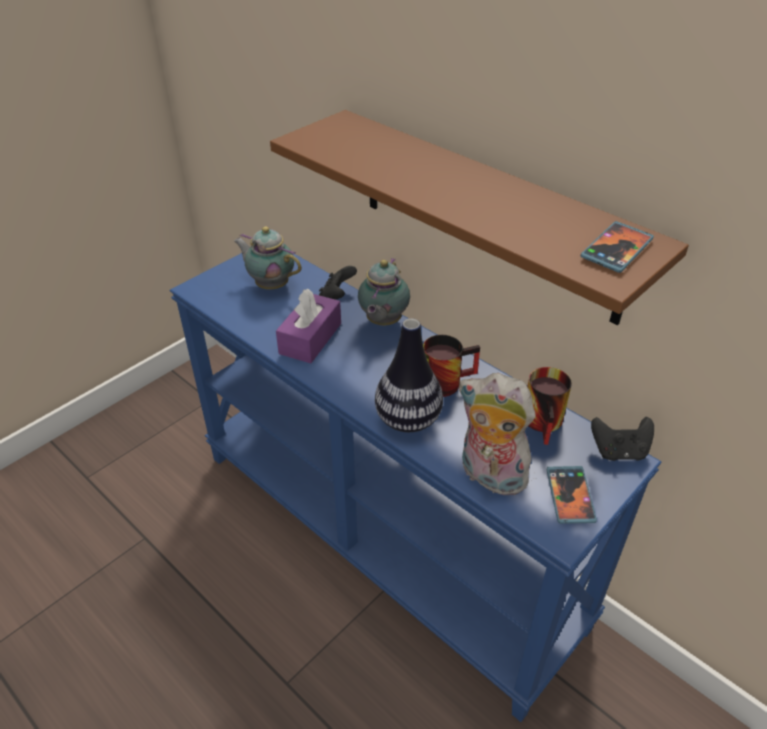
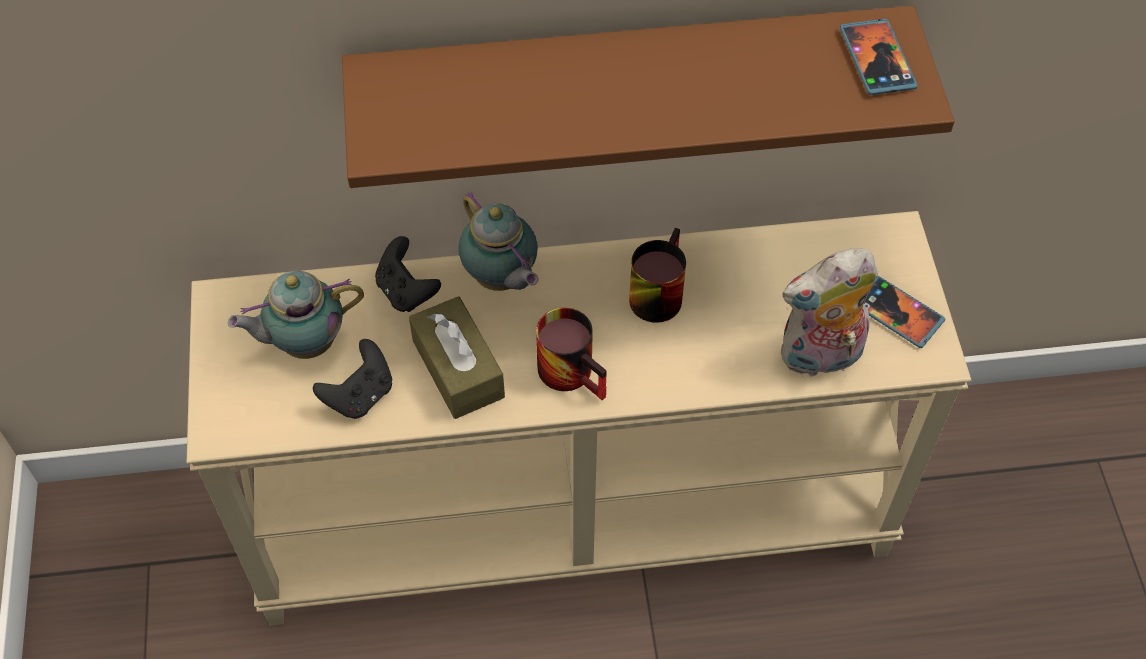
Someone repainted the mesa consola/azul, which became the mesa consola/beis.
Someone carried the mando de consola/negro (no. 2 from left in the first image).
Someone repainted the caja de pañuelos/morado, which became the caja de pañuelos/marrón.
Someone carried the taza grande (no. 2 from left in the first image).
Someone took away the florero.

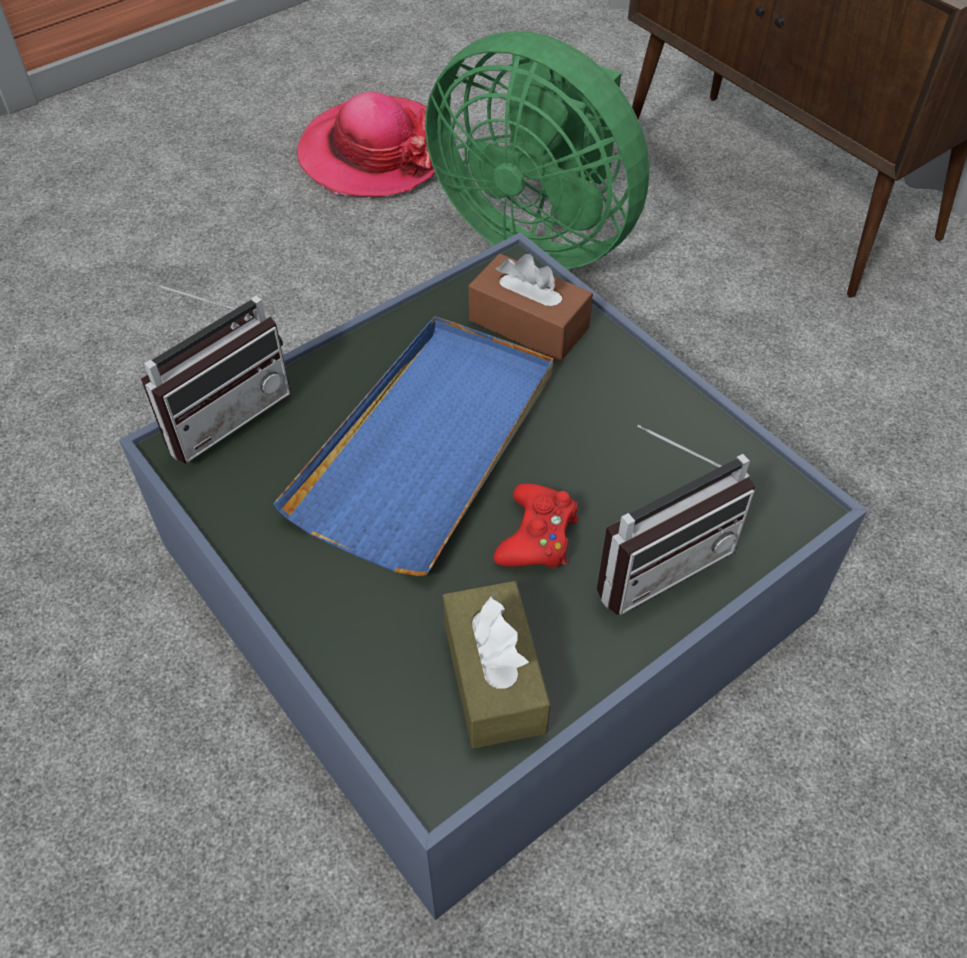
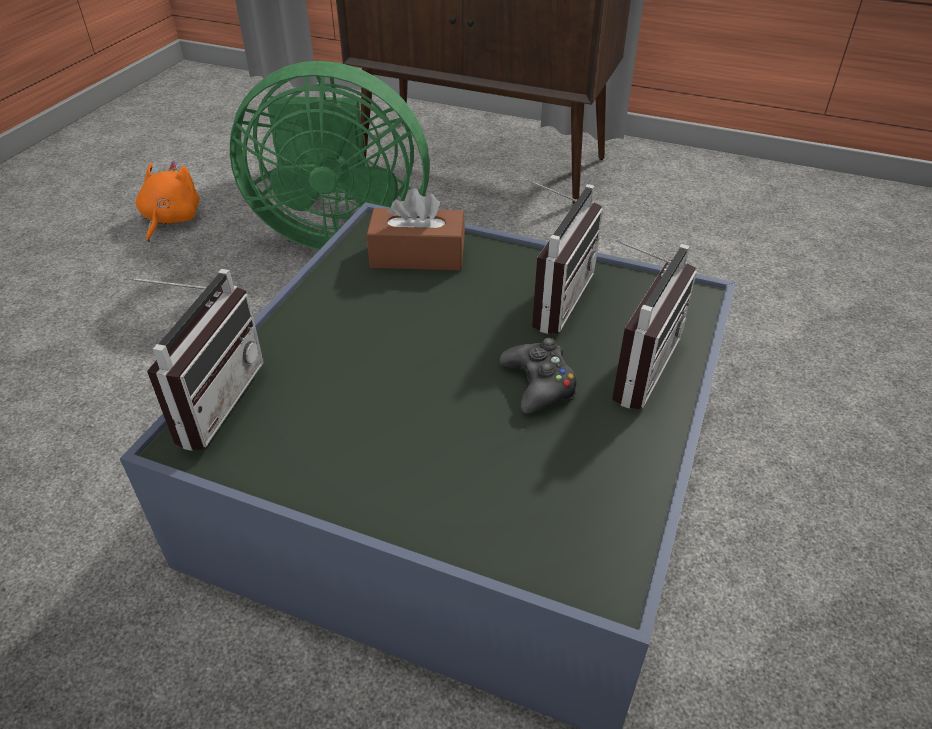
Someone swapped the sombrero for the peluche/naranja.
Someone repainted the mando de consola/rojo, which became the mando de consola/negro.
Someone put down the radio (no. 2 from left).
Someone took away the bandeja/azul.
Someone took away the caja de pañuelos/marrón (no. 1 from left).

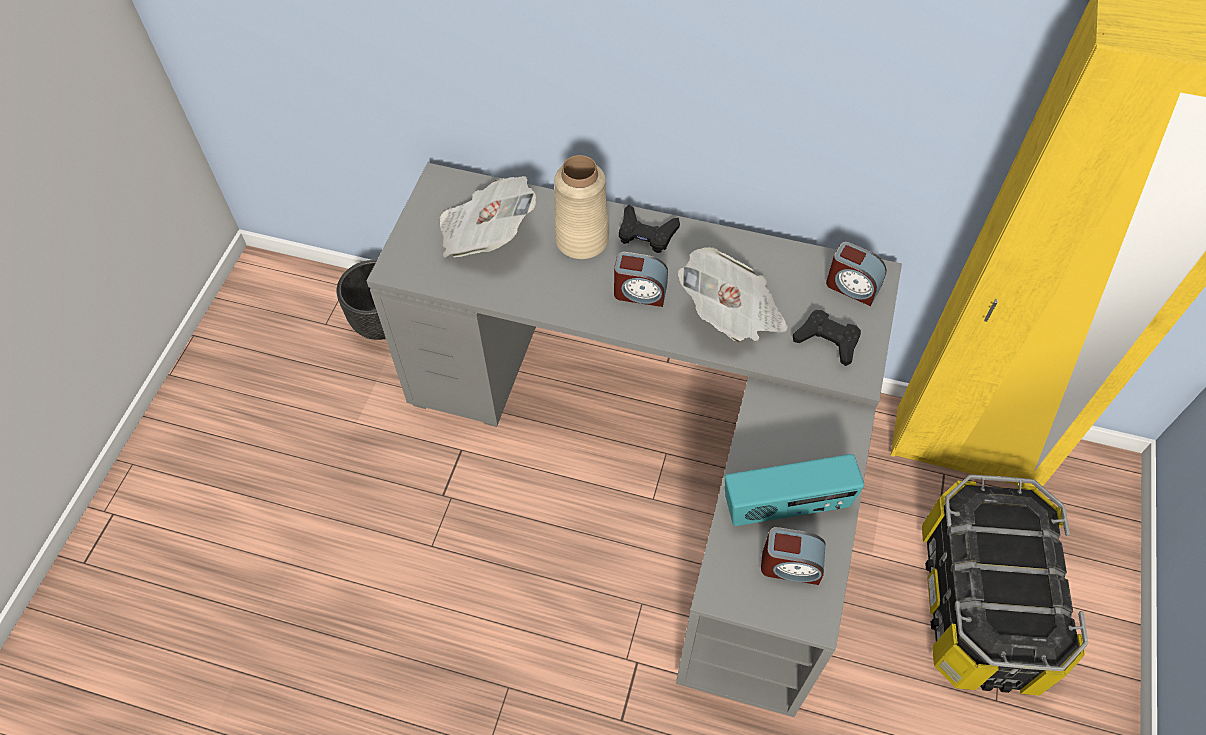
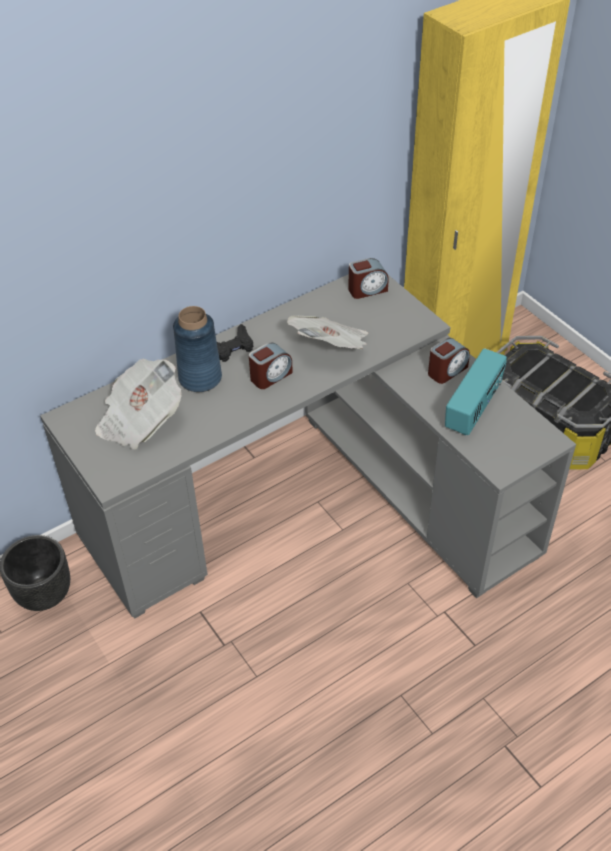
Someone repainted the florero/beis, which became the florero/azul.
Someone carried the despertador (no. 2 from left in the first image).
Someone took away the mando de consola/negro (no. 2 from left).

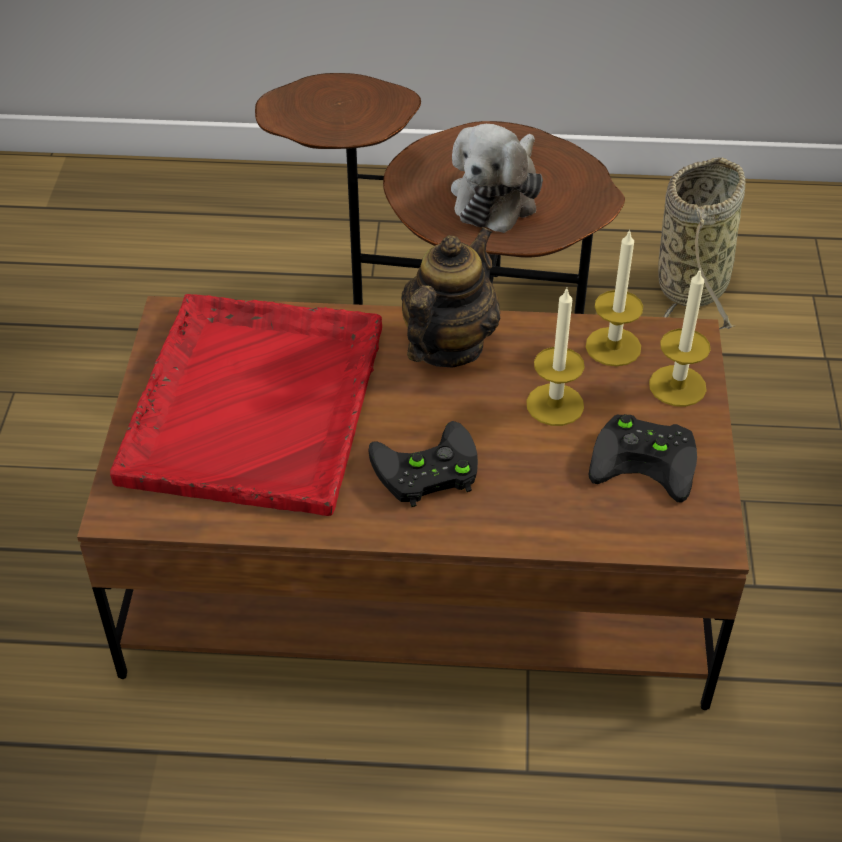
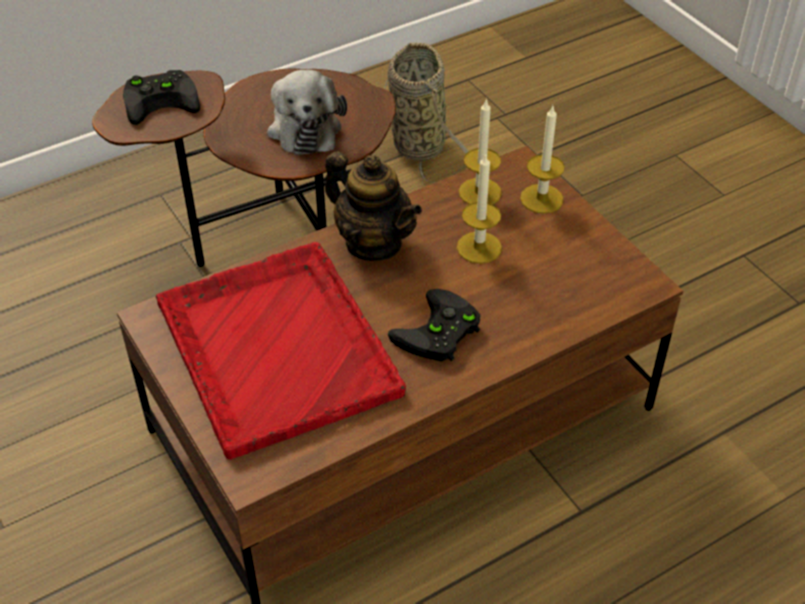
Someone carried the mando de consola/negro (no. 2 from left in the first image).
Someone rotated the tetera by 135 degrees clockwise.

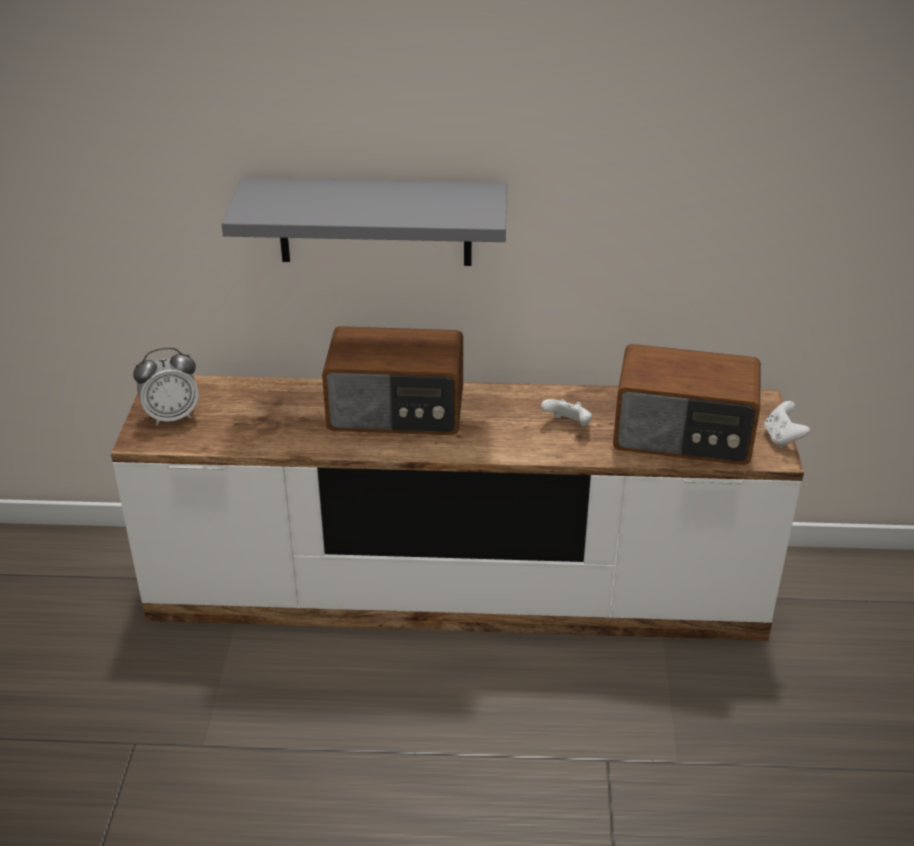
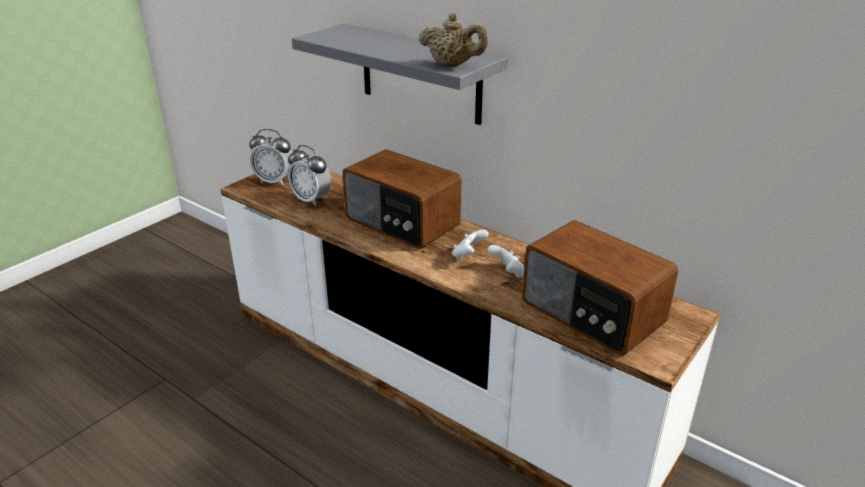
Someone put down the despertador (no. 2 from left).
Someone put down the tetera/beis.
Someone carried the mando de consola/blanco (no. 2 from left in the first image).

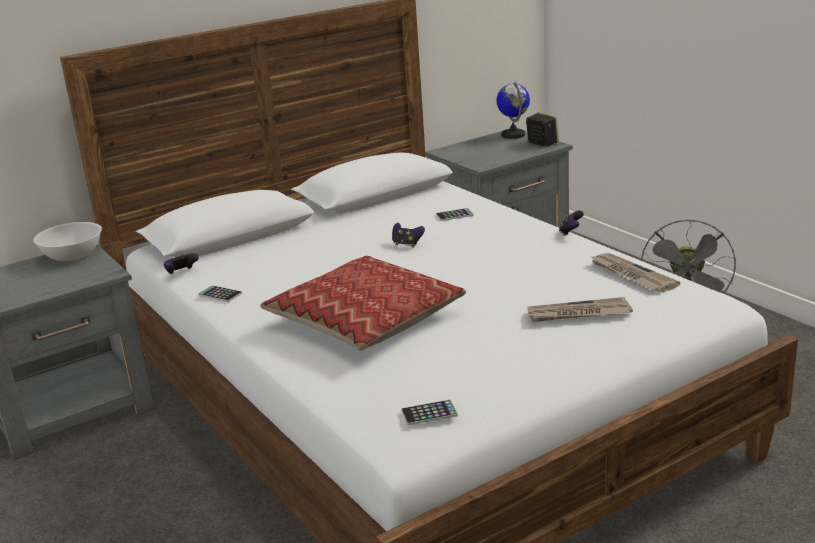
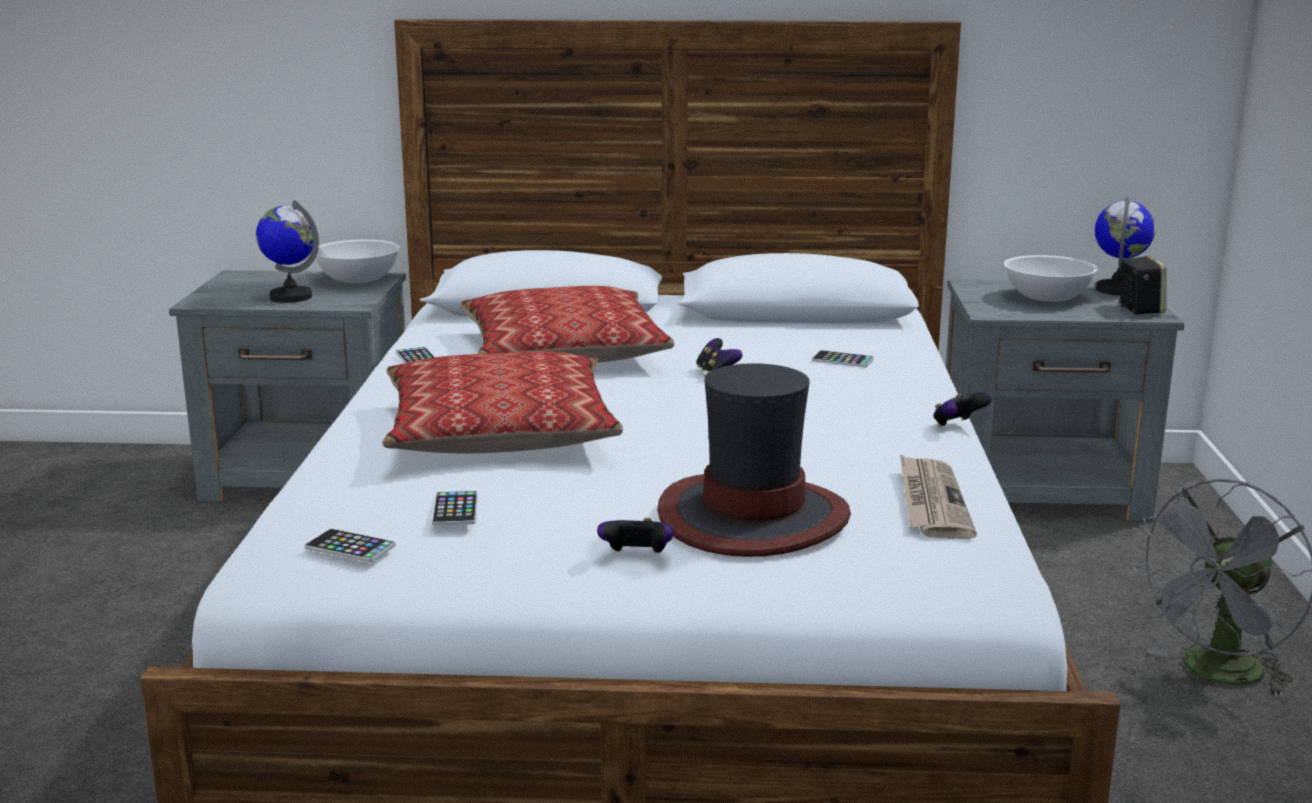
Someone put down the globo terráqueo (no. 1 from left).
Someone put down the móvil (no. 3 from left).
Someone put down the cojín (no. 2 from left).
Someone carried the mando de consola (no. 1 from left).
Someone swapped the periódico (no. 1 from left) for the sombrero.
Someone put down the cuenco/blanco (no. 2 from left).

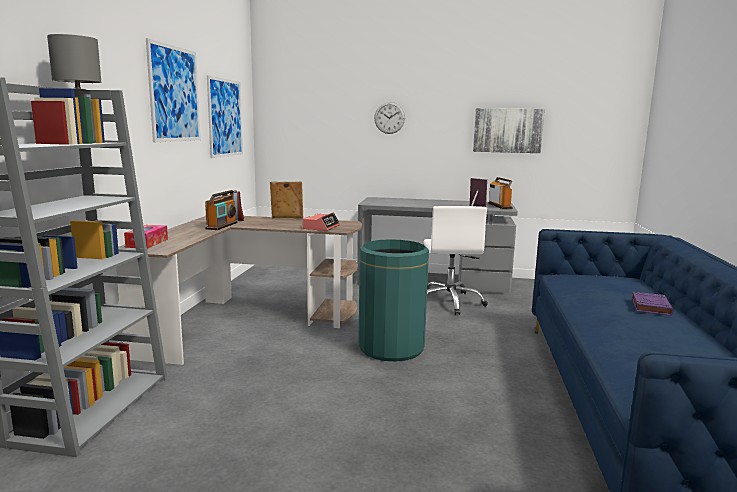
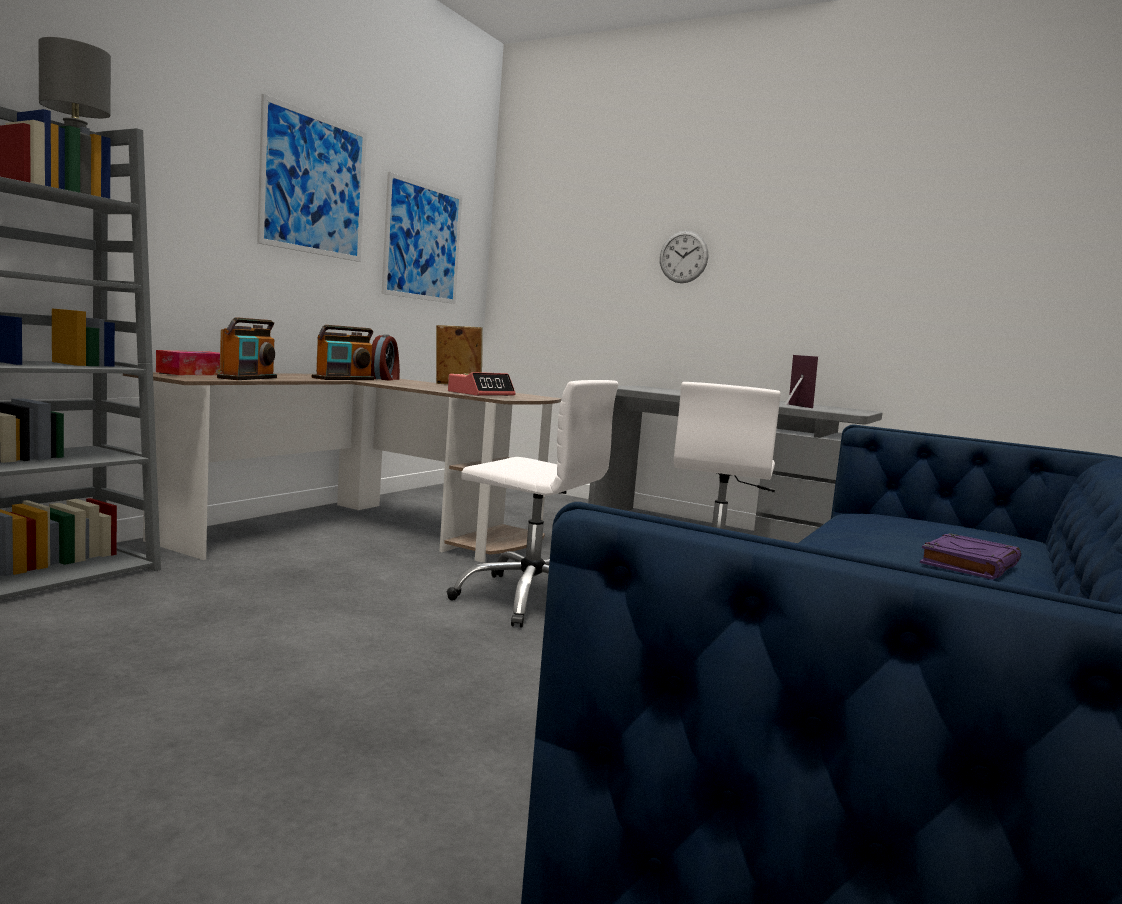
Someone carried the radio (no. 2 from left in the first image).
Someone swapped the papelera/verde for the silla de oficina/blanco (no. 1 from left).
Someone took away the cuadro (no. 3 from left).

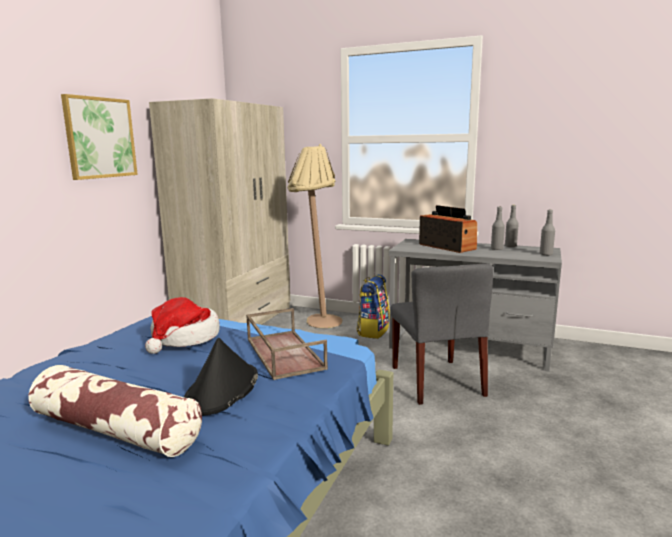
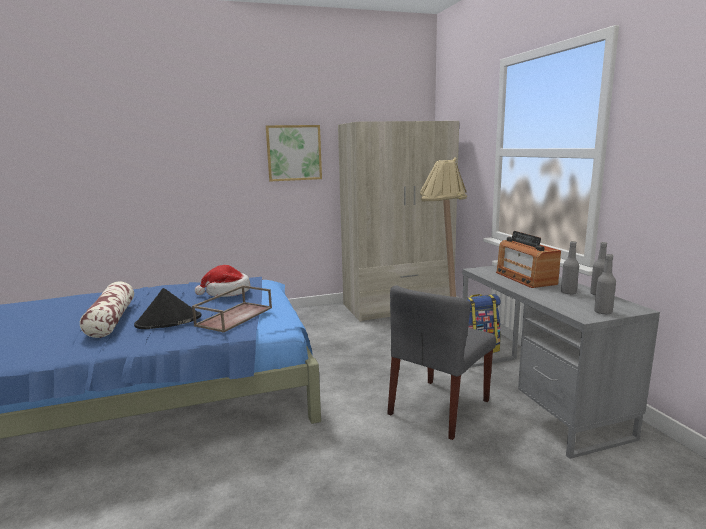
Someone rotated the radio by 150 degrees clockwise.

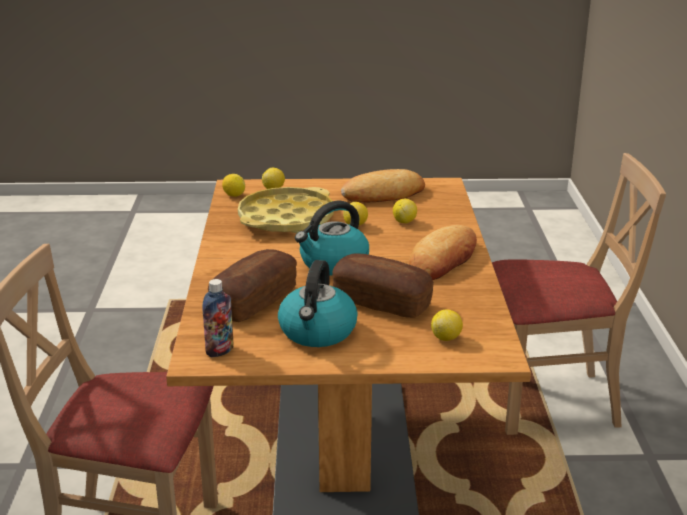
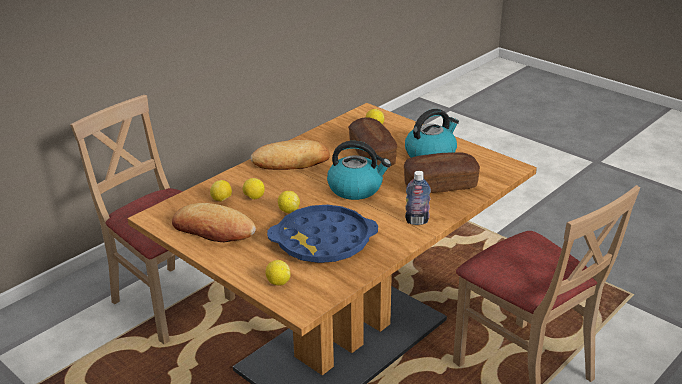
Someone carried the limón (no. 1 from left).
Someone repainted the bandeja/amarillo, which became the bandeja/azul.
Someone carried the botella.

